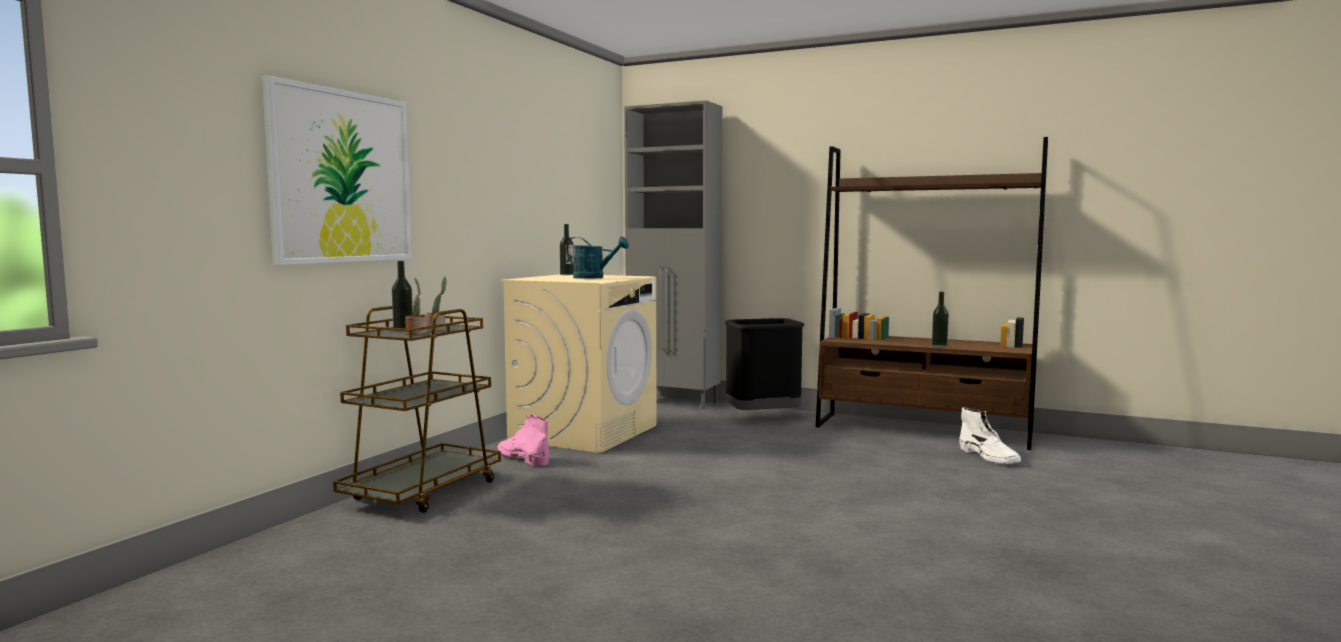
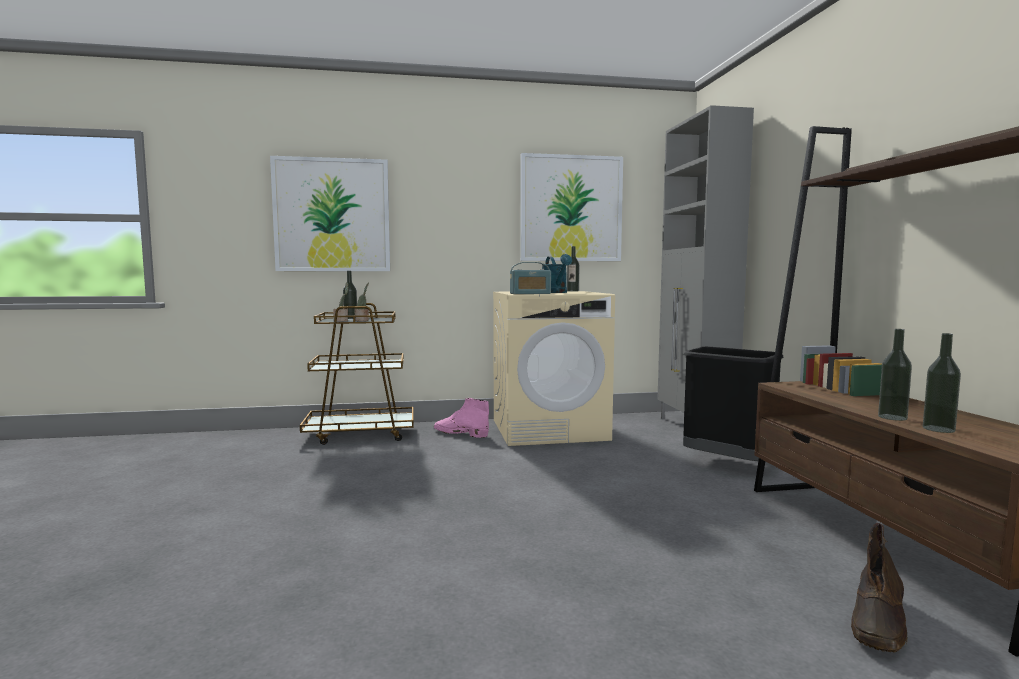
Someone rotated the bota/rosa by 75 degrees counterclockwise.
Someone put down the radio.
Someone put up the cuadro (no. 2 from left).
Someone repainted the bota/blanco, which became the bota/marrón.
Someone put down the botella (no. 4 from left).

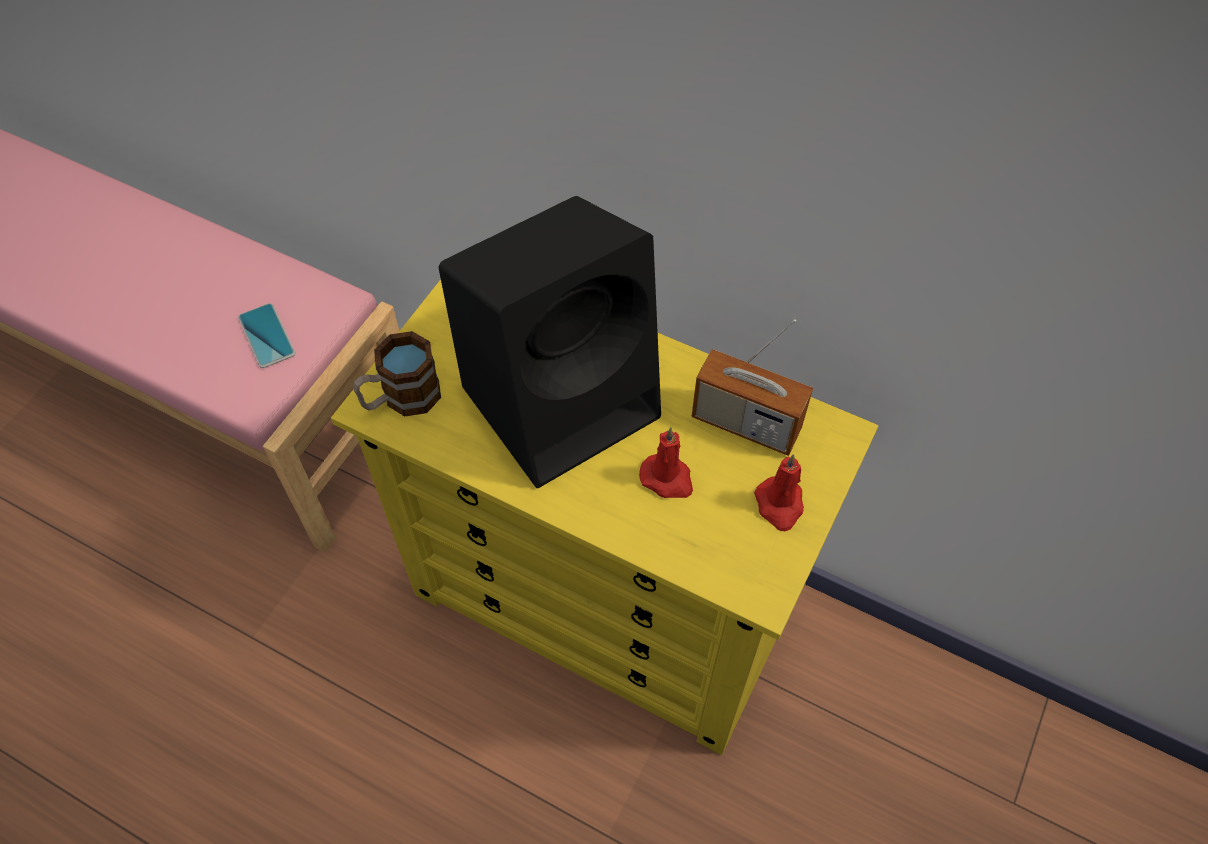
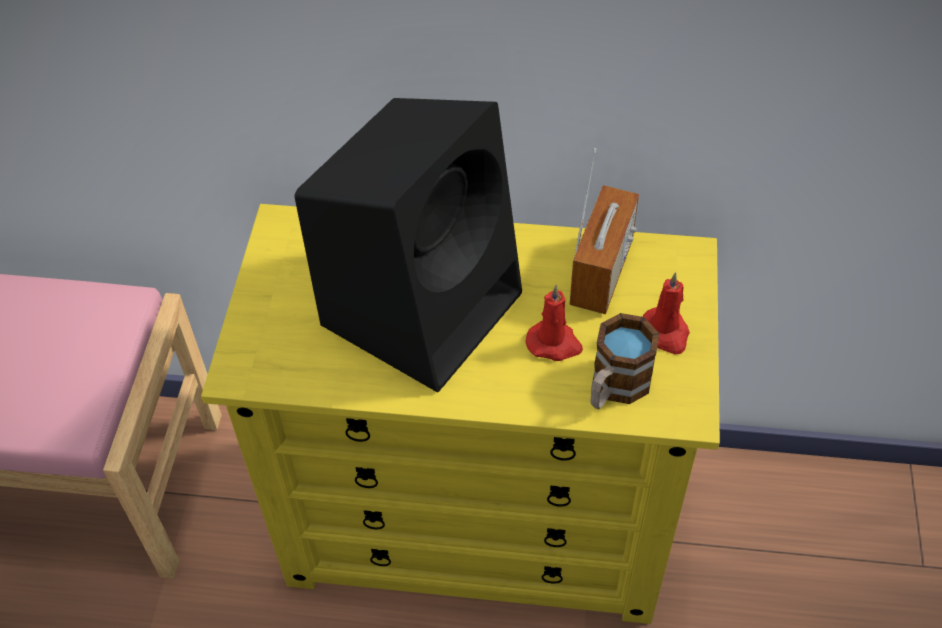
Someone rotated the radio by 75 degrees counterclockwise.
Someone carried the taza grande.
Someone took away the móvil.

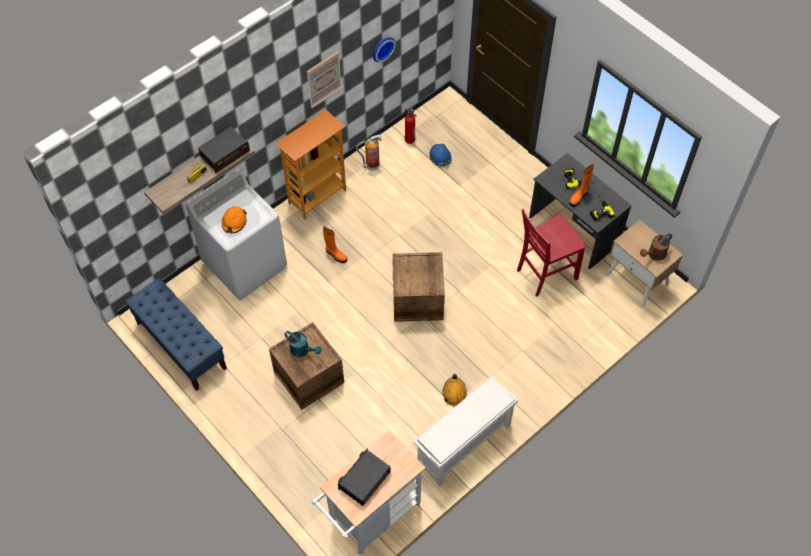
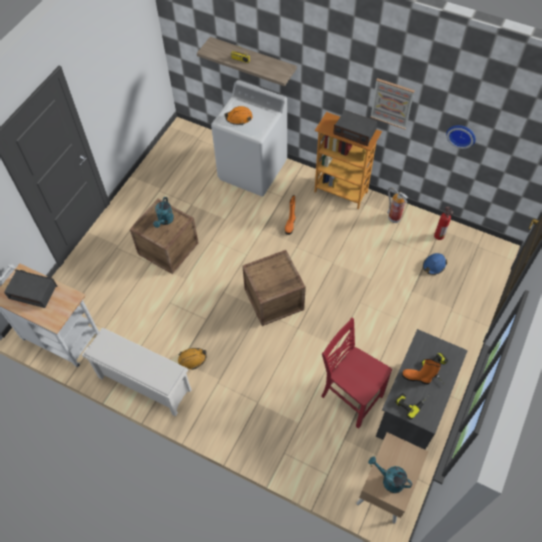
Someone carried the radio (no. 2 from left in the first image).
Someone repainted the regadera/marrón, which became the regadera/turquesa (no. 2 from left).
Someone took away the banco/azul.

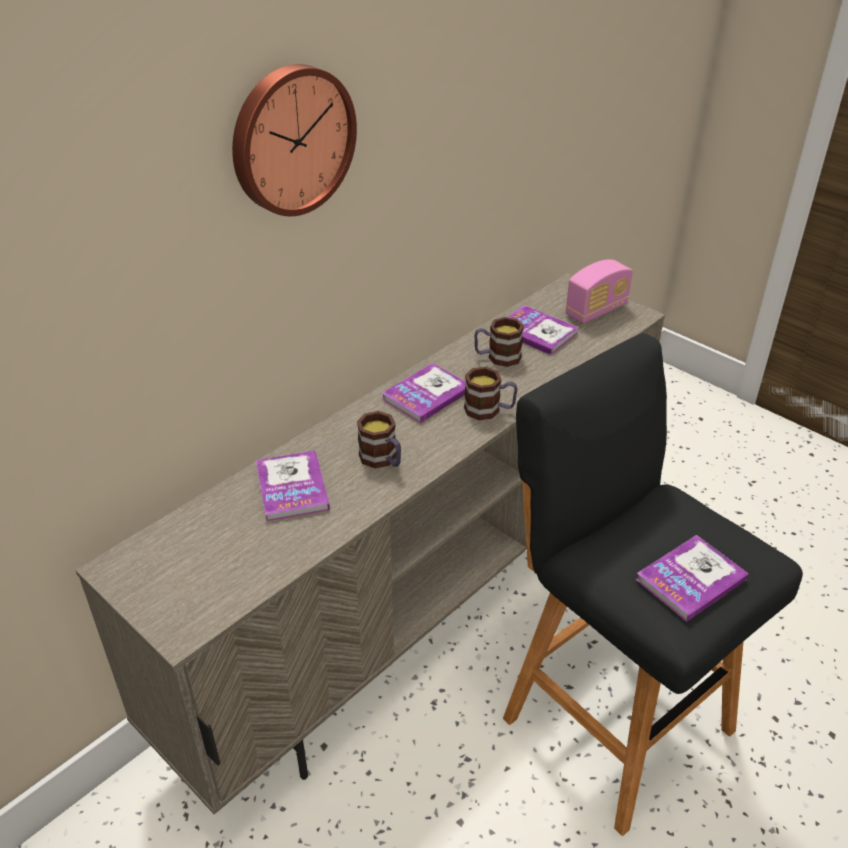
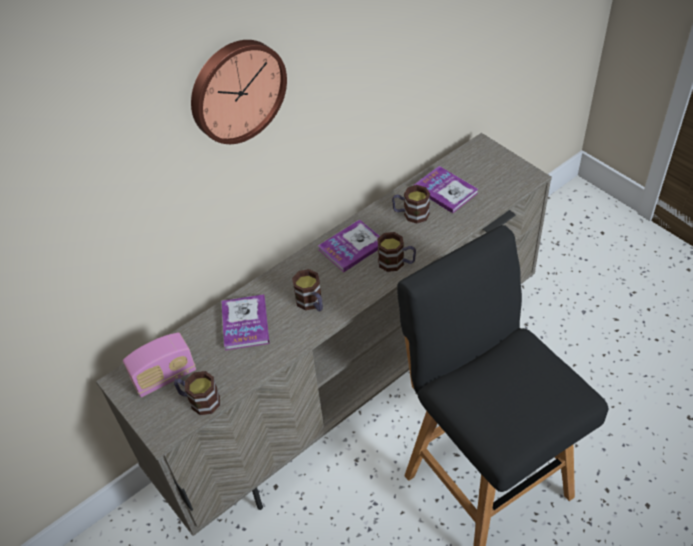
Someone carried the radio.
Someone put down the taza grande (no. 1 from left).
Someone took away the libro (no. 4 from left).

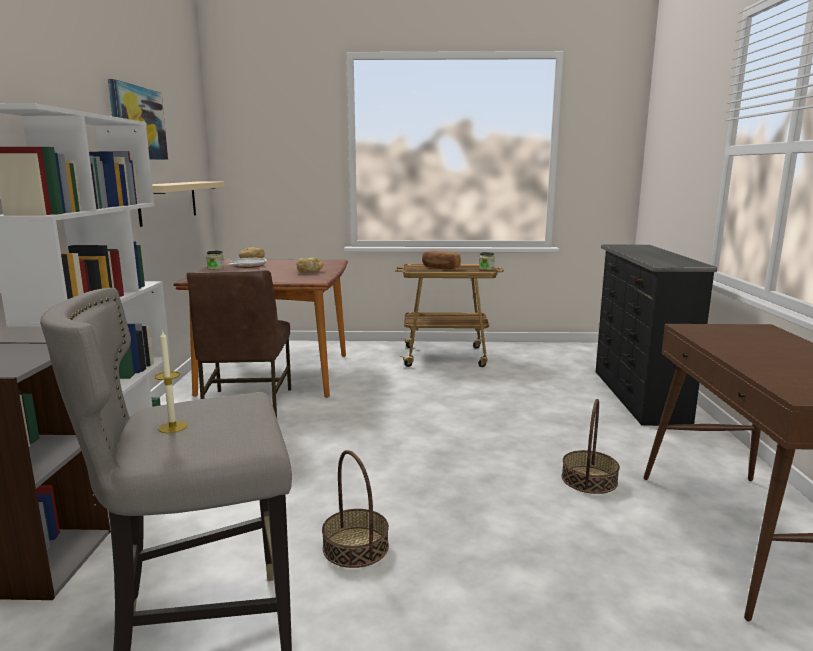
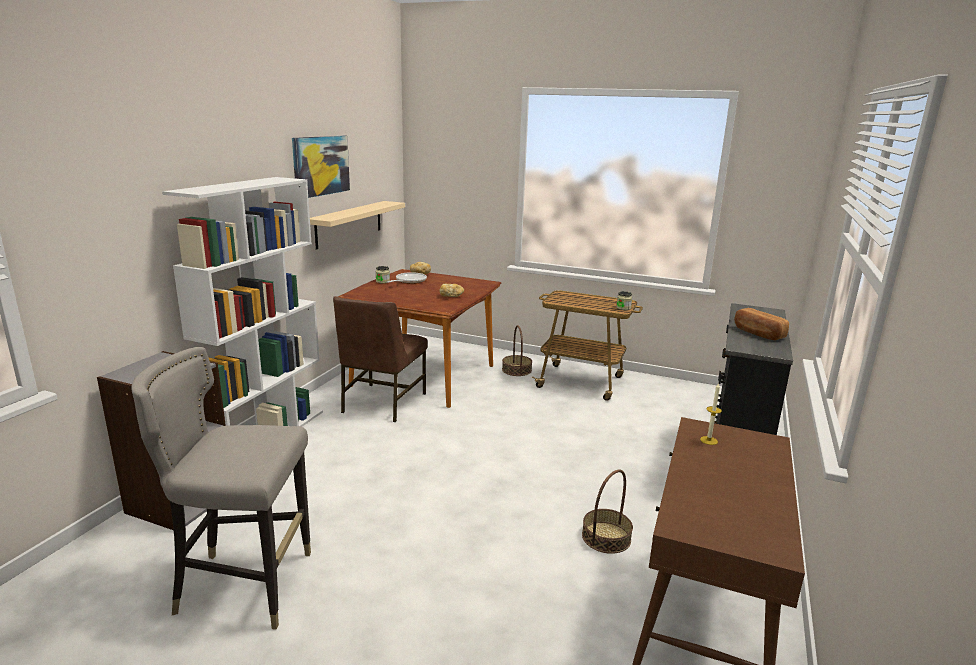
Someone carried the cesta (no. 1 from left).
Someone carried the vela.
Someone carried the pan (no. 3 from left).

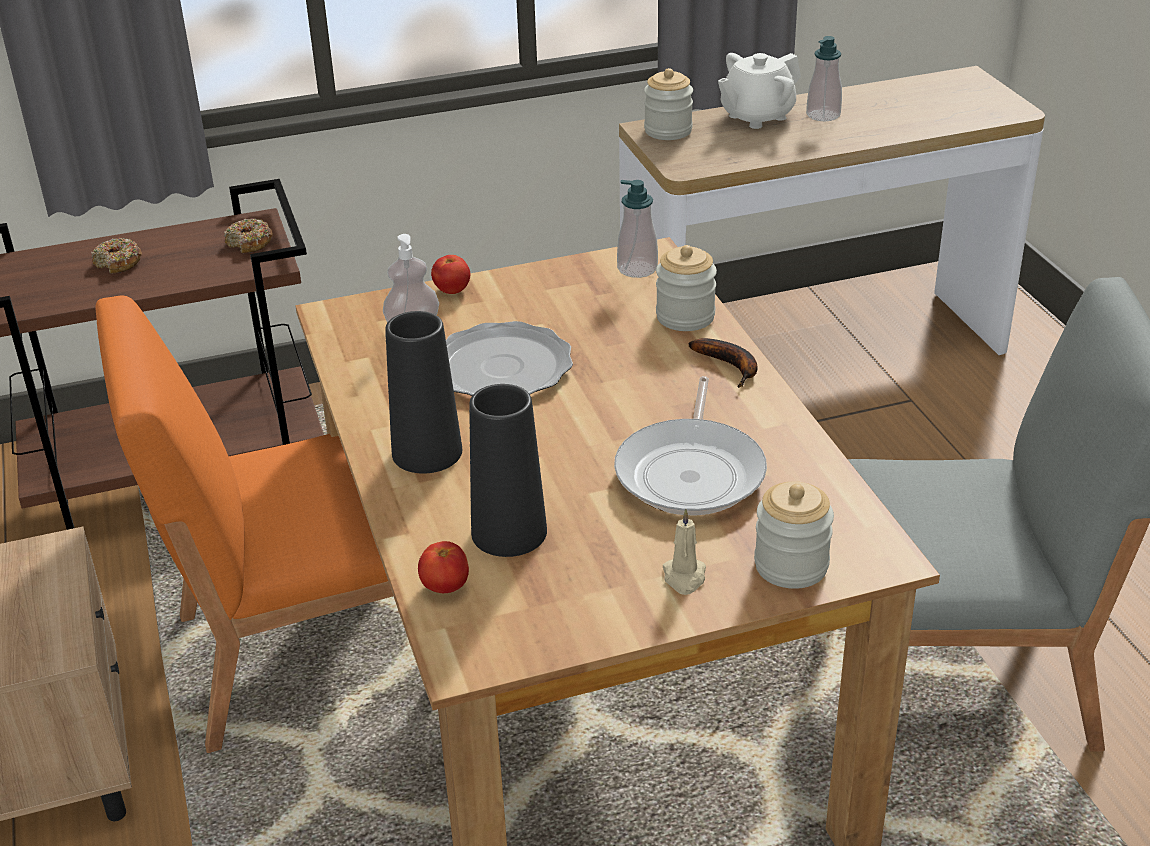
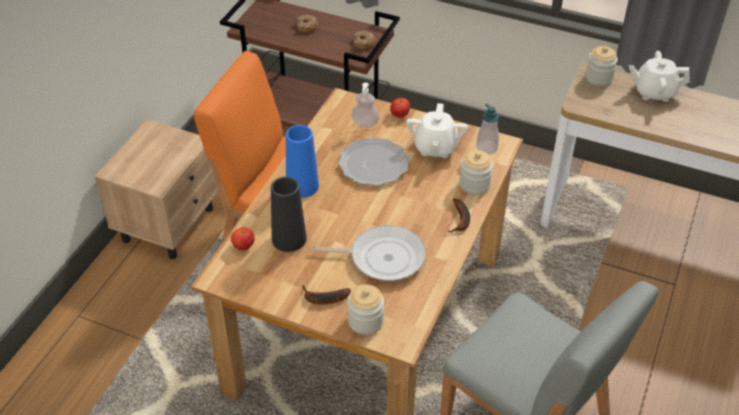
Someone repainted the florero/negro (no. 1 from left), which became the florero/azul.
Someone swapped the vela/beis for the plátano (no. 1 from left).
Someone rotated the sartén by 135 degrees counterclockwise.
Someone put down the tetera/blanco (no. 1 from left).
Someone took away the dispensador de jabón (no. 3 from left).

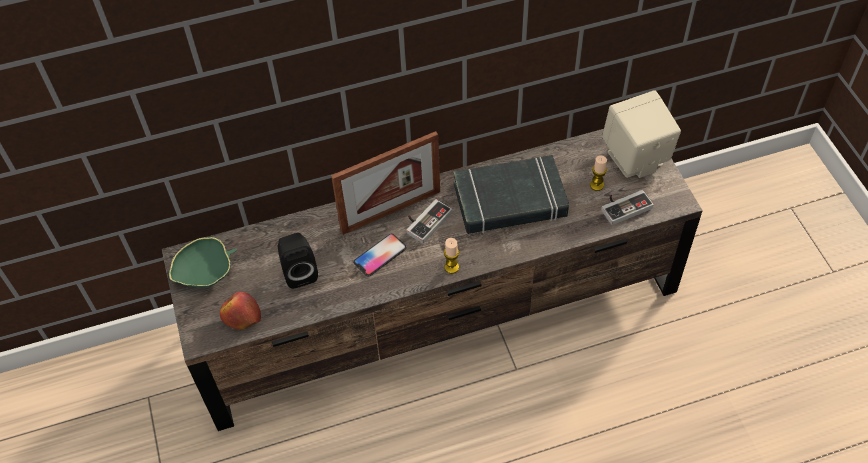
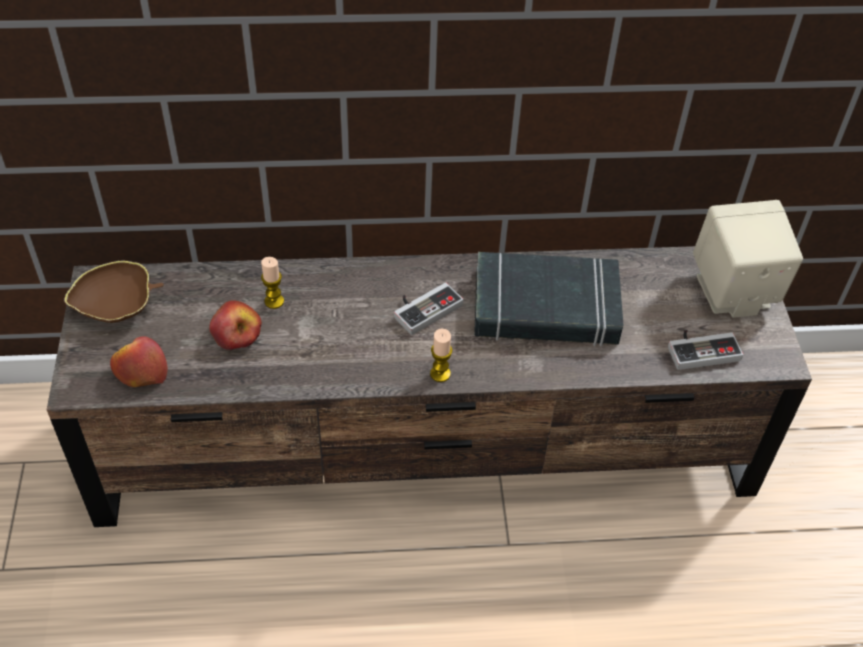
Someone repainted the cuenco/verde, which became the cuenco/marrón.
Someone swapped the altavoz/negro for the manzana (no. 2 from left).
Someone carried the vela (no. 2 from left in the first image).
Someone took away the portarretratos.
Someone took away the móvil.

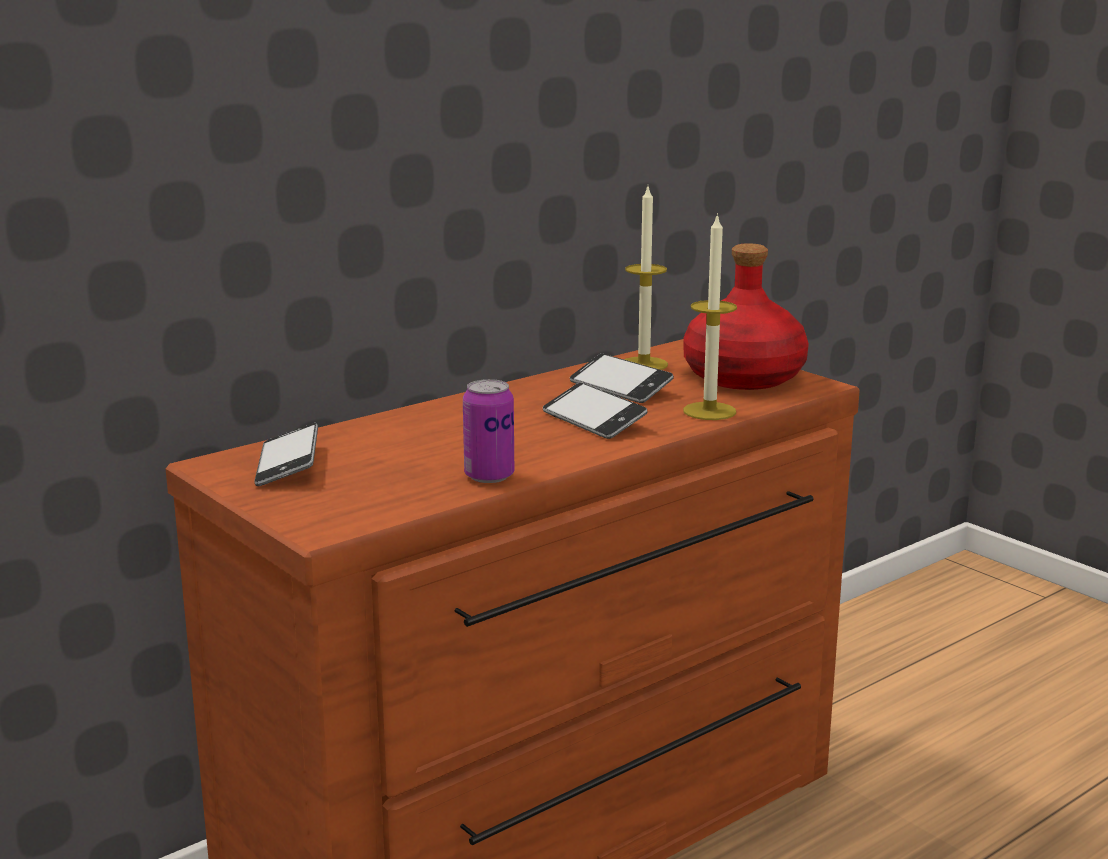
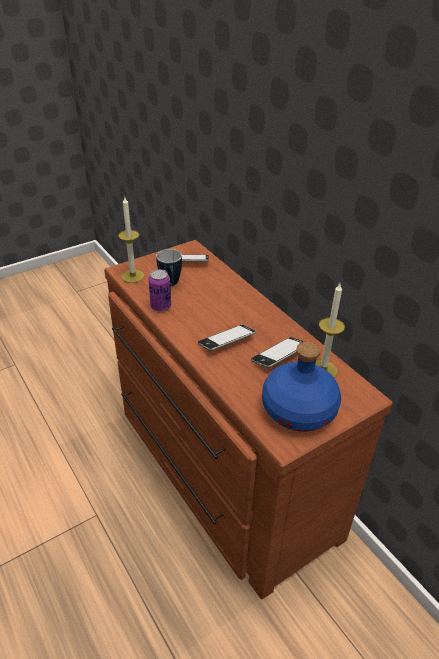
Someone carried the vela (no. 2 from left in the first image).
Someone put down the taza grande.
Someone repainted the botella/rojo, which became the botella/azul.

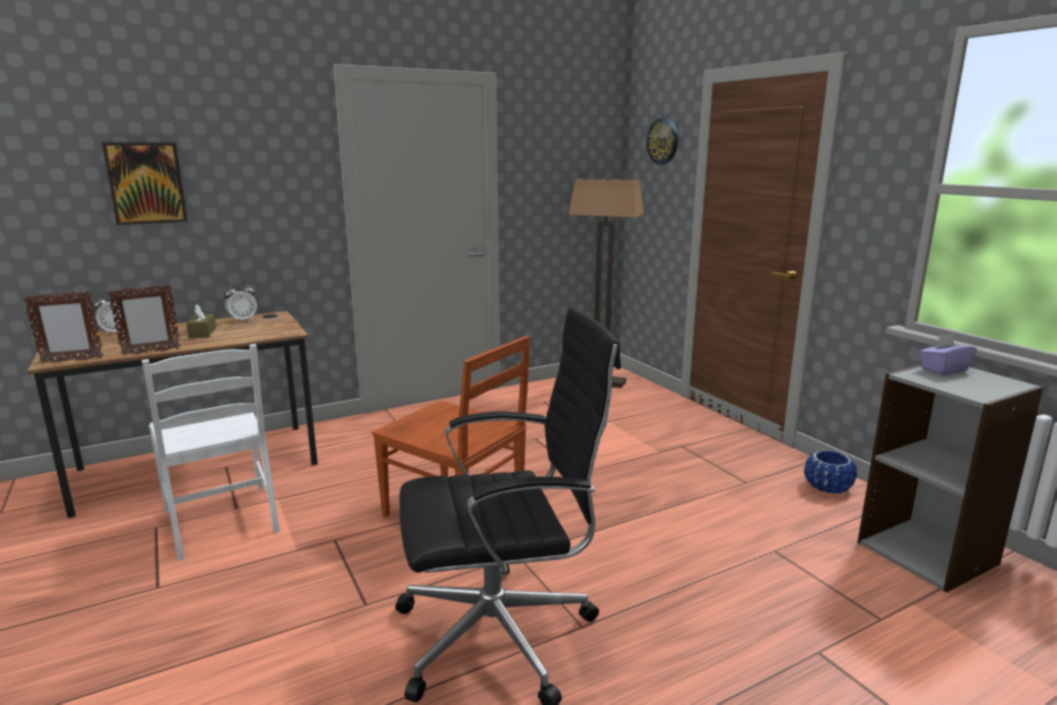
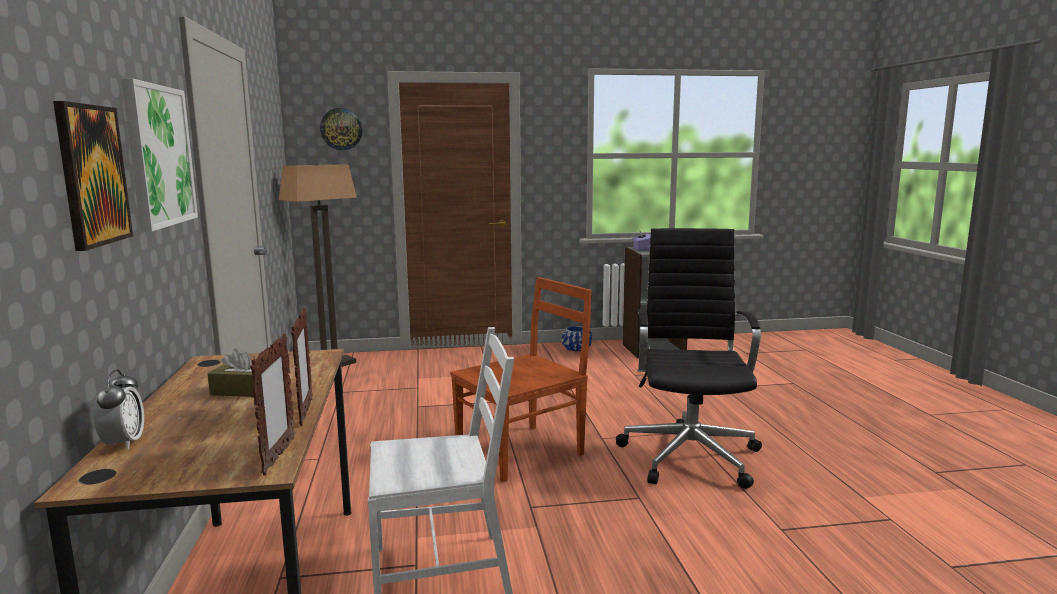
Someone put up the cuadro (no. 2 from left).
Someone took away the despertador (no. 2 from left).

